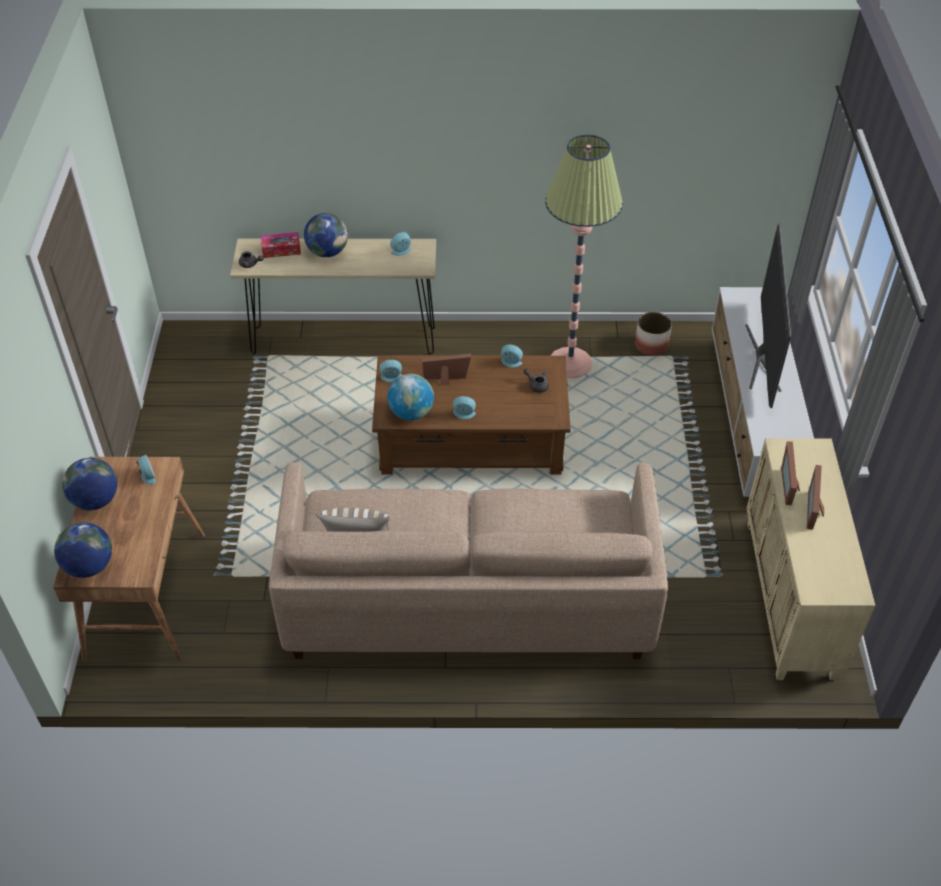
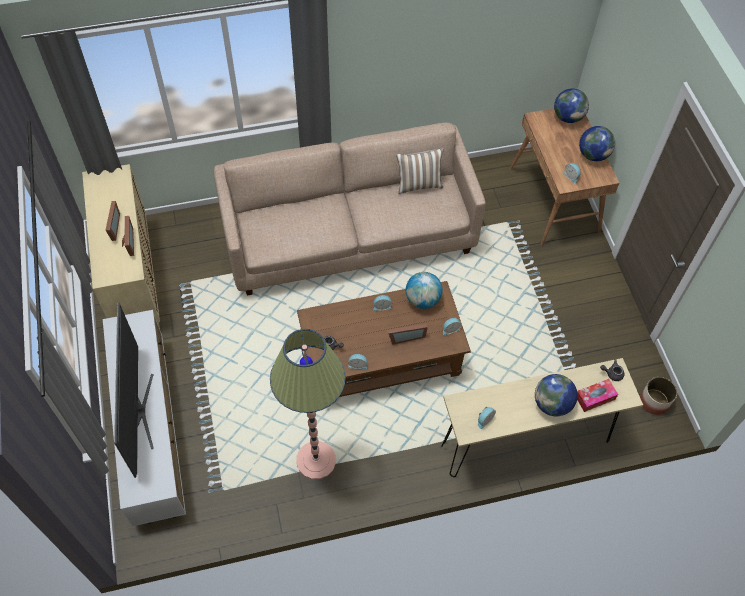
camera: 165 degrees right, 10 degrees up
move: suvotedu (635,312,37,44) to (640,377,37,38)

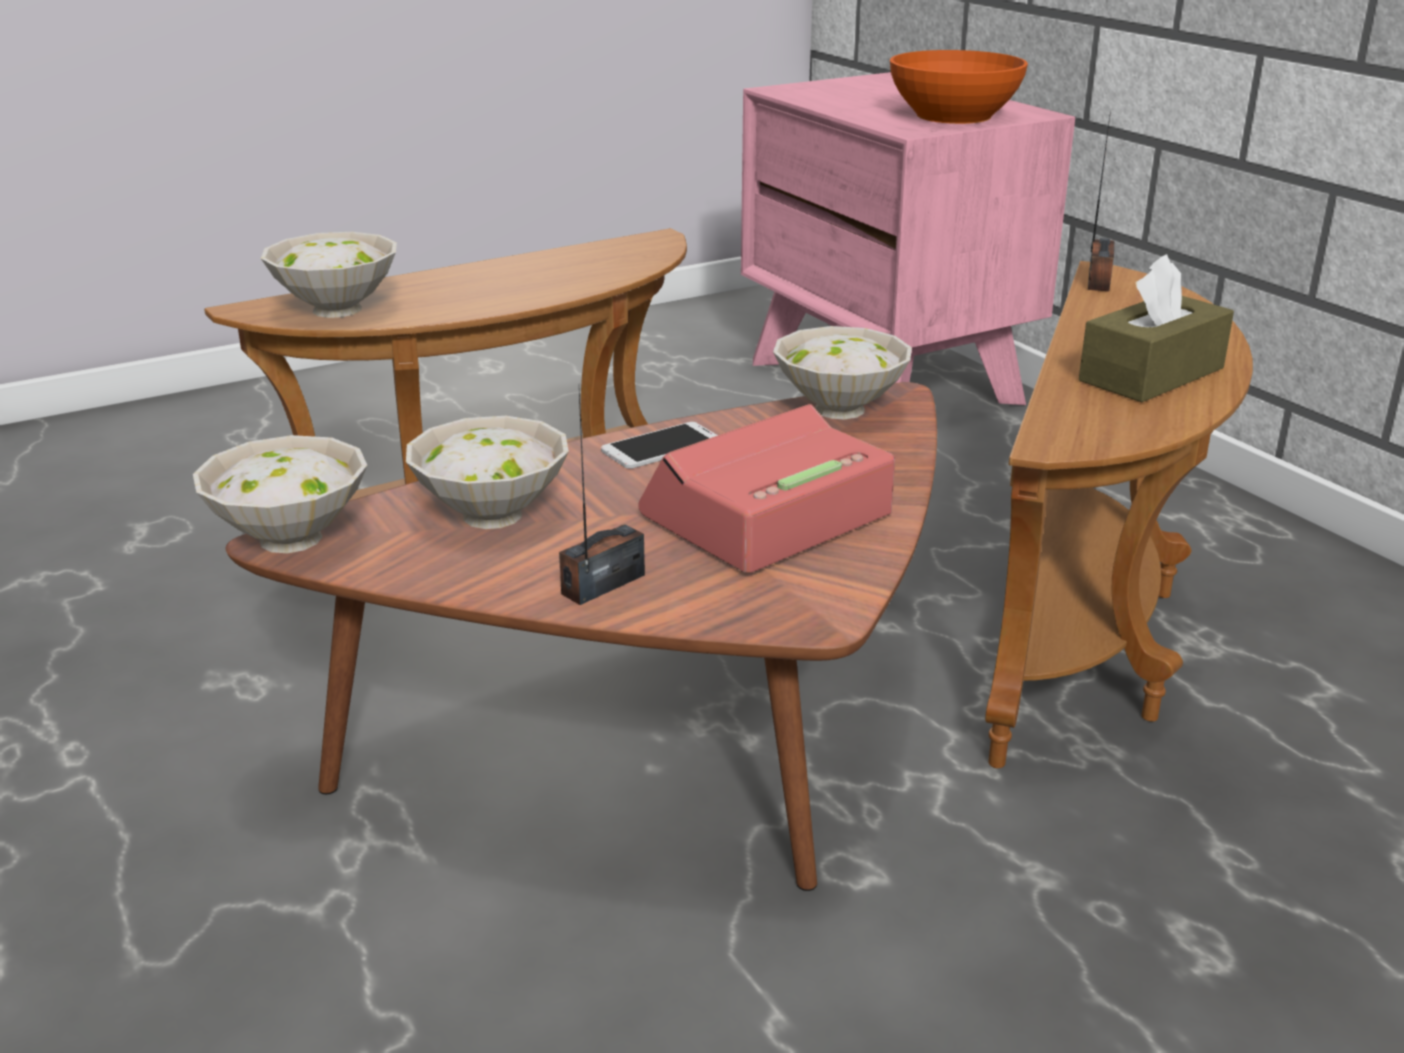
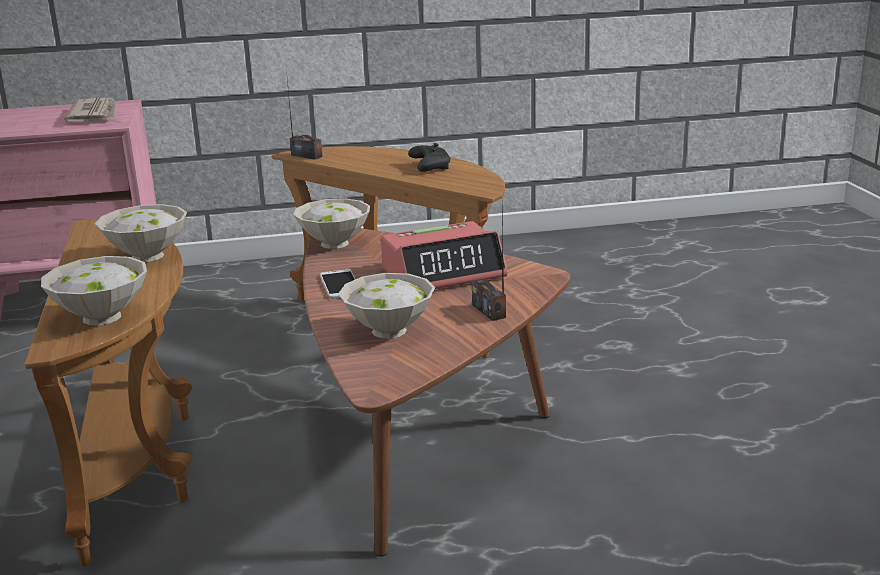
camera: 70 degrees left, 5 degrees down
move: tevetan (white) (193,435,174,118) to (95,204,92,58)
replace: tevetan (orange) (890,50,138,74) to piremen (64,98,53,23); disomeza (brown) (1079,254,155,148) to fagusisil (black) (408,143,42,29)
rotate: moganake (638,404,257,169) = (381,221,127,68) 90 degrees counterclockwise

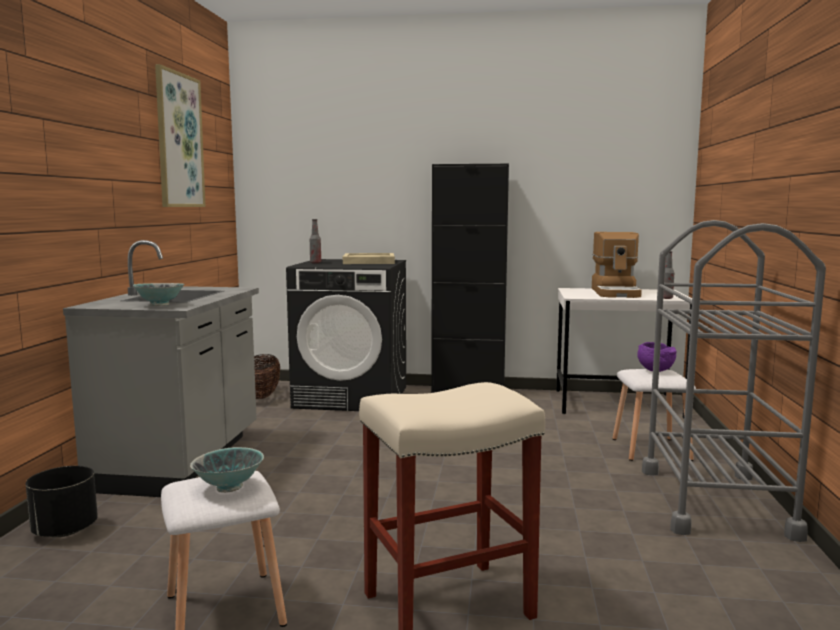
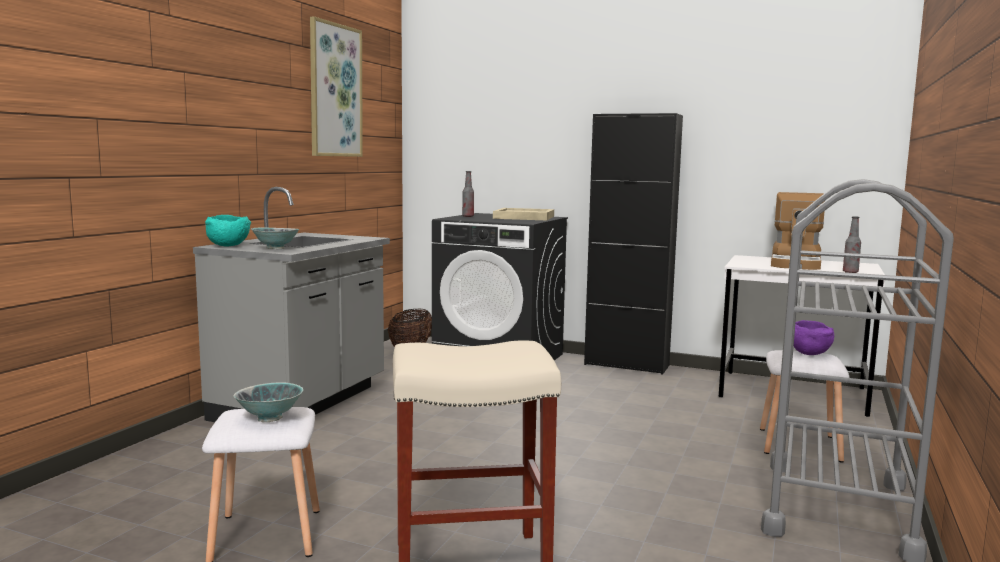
camera: 15 degrees right, 0 degrees up
delete: suvotedu (black) (26,466,72,71)
insert: tevetan (turquoise) (205,215,46,32)

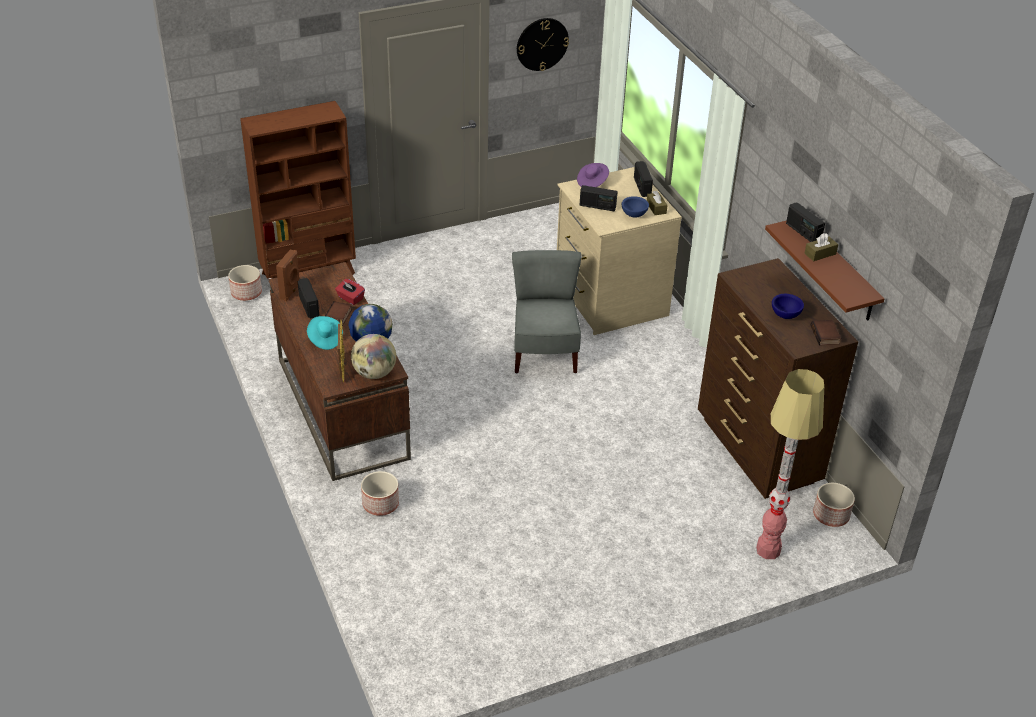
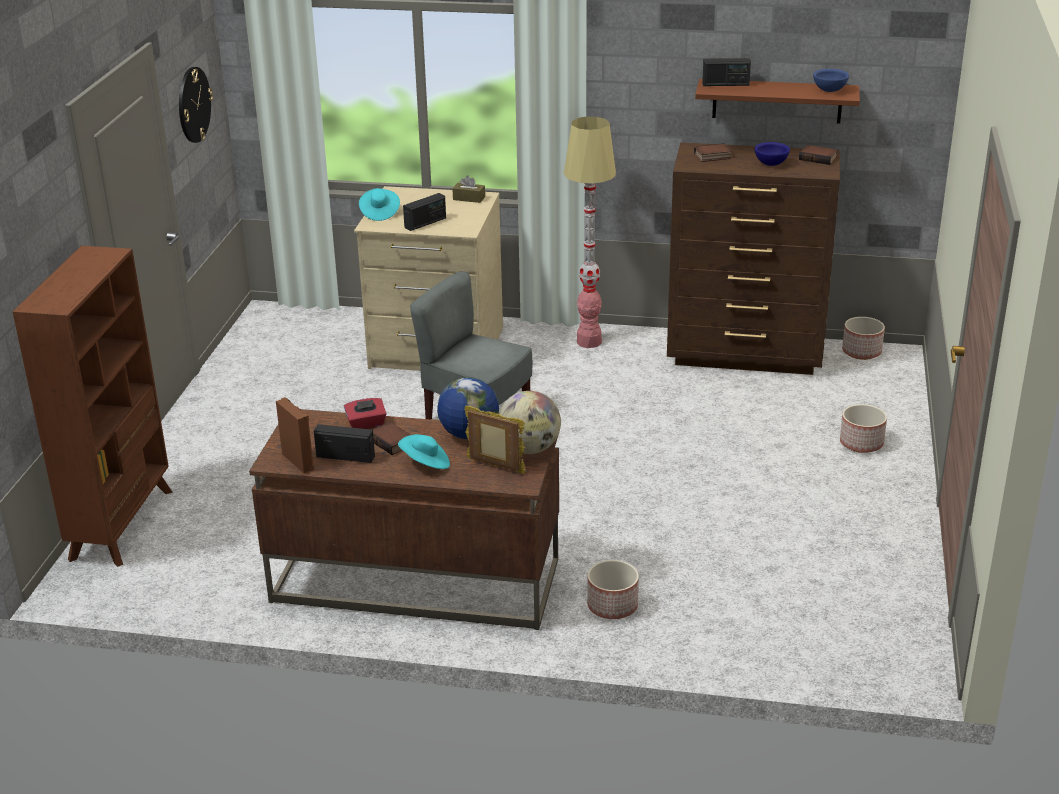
camera: 55 degrees left, 10 degrees down
delete: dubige (634,161,19,36); disomeza (brown) (804,233,34,28)
insert: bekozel (694,143,38,19)
move: suvotedu (228,265,34,36) to (840,404,47,49); tevetan (blue) (622,196,27,22) to (813,69,36,23); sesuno (756,369,68,190) to (564,117,52,231)
recolor: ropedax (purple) (577,163,32,24) to ropedax (turquoise) (359,188,41,33)

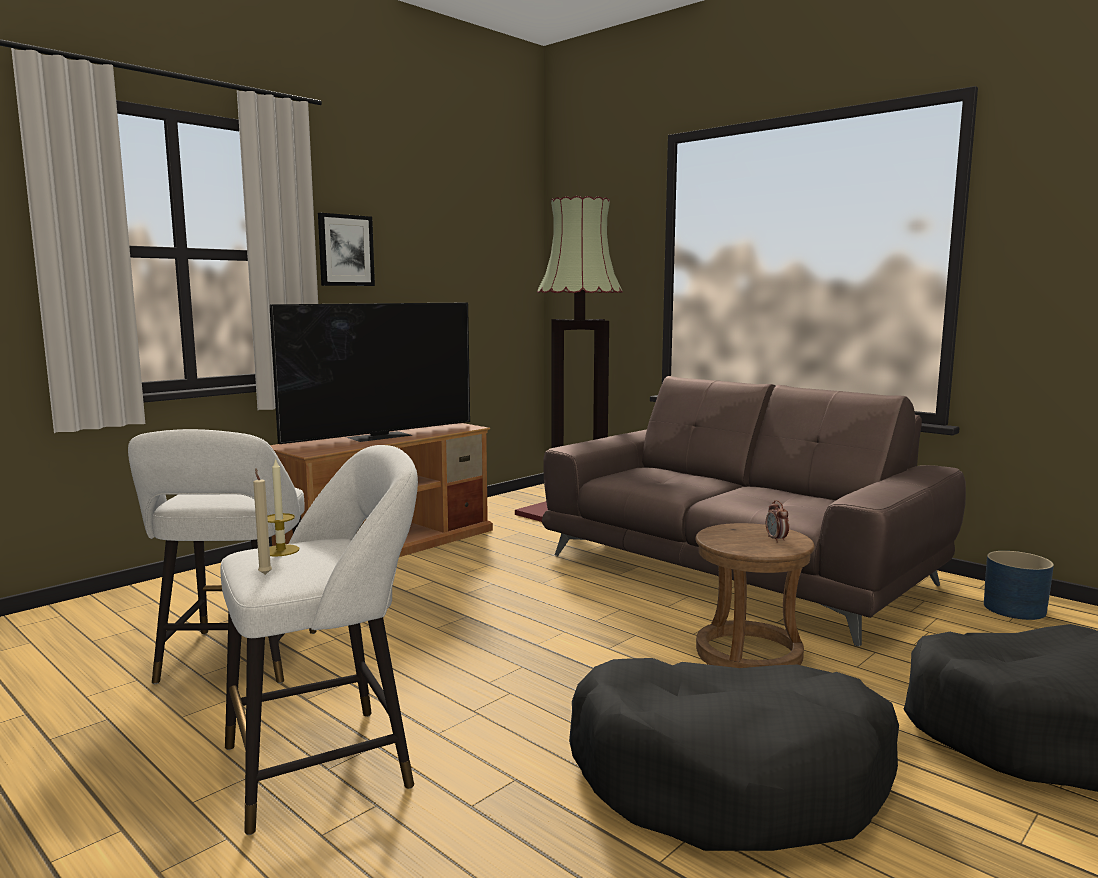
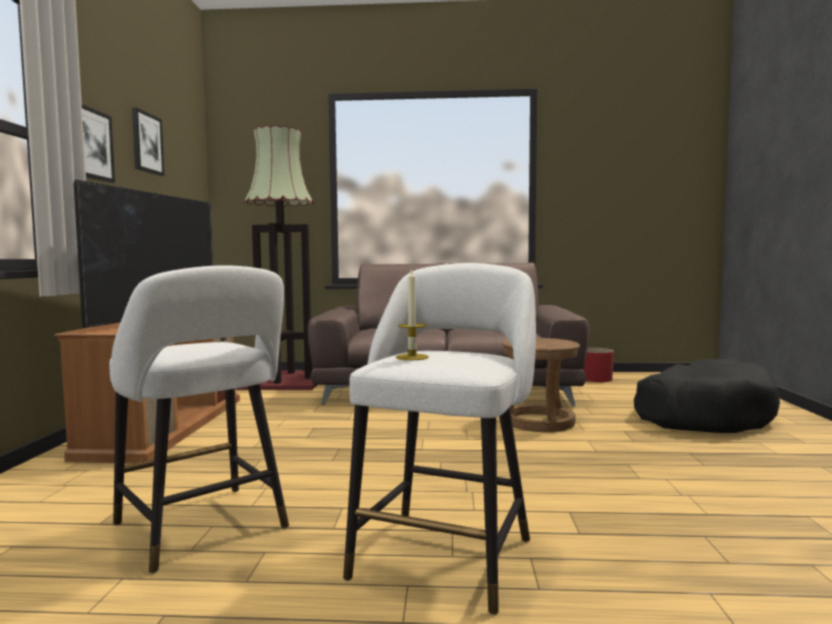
camera: 40 degrees left, 5 degrees down
delete: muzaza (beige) (253,468,19,107); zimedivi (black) (569,658,330,193); moganake (766,500,23,43)
insert: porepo (132,107,32,69)
recolor: suvotedu (blue) (984,551,70,69) to suvotedu (red) (583,348,31,34)

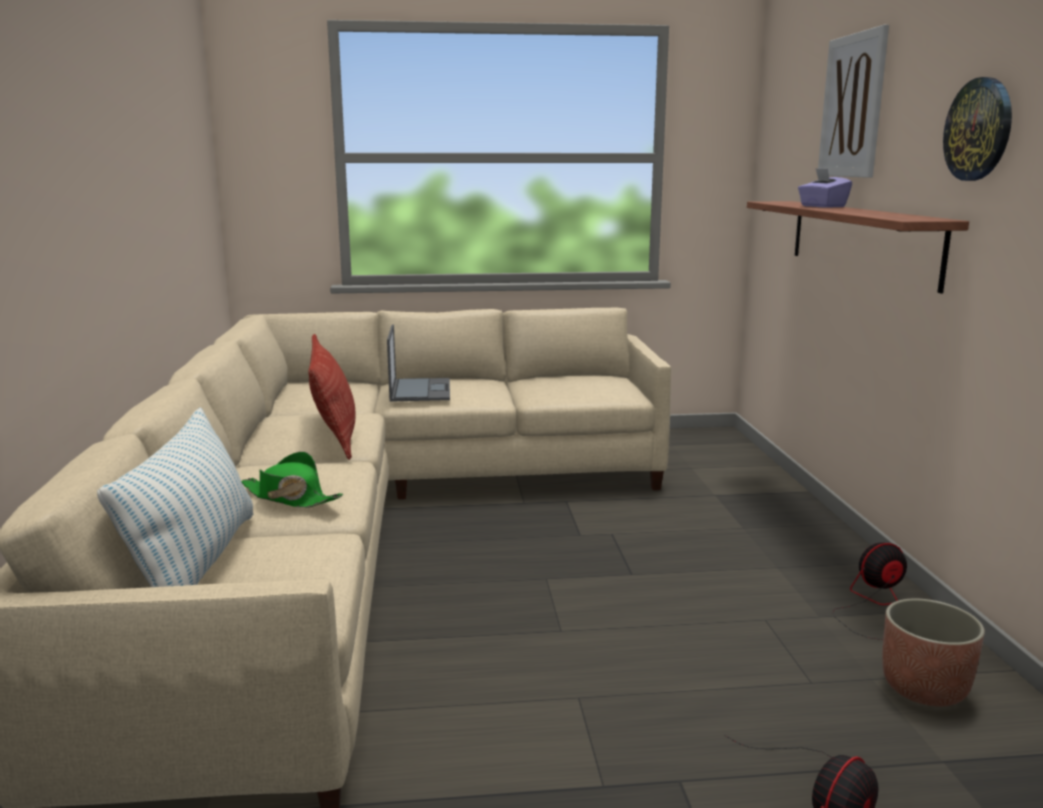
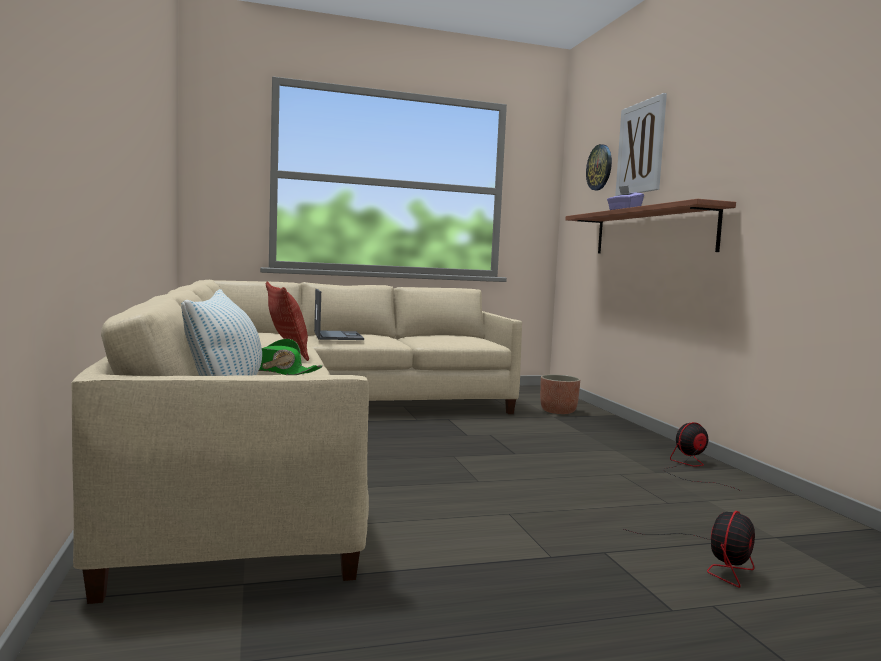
camera: 10 degrees left, 10 degrees down
move: suvotedu (882,598,103,108) to (540,374,40,40); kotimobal (943,77,69,104) to (586,144,26,46)

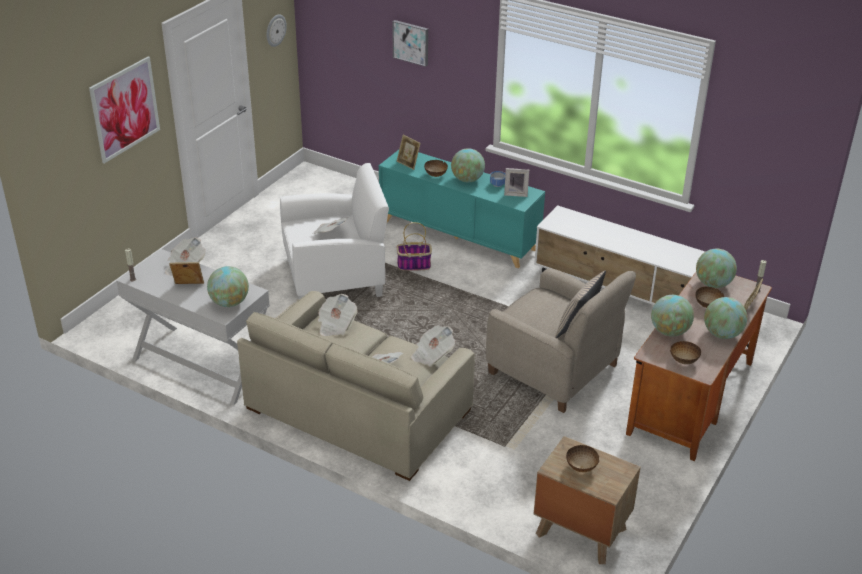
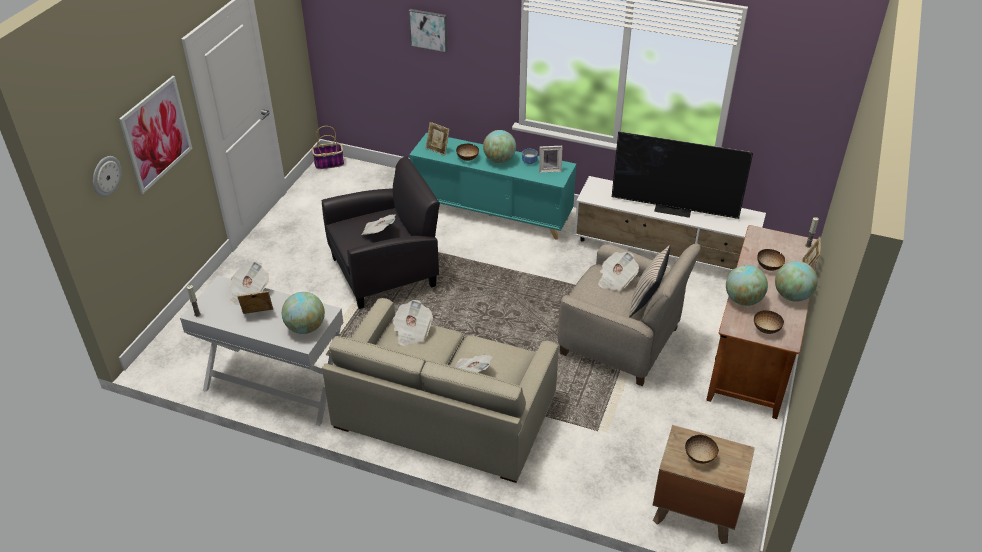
camera: 10 degrees left, 5 degrees up
delete: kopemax (696,249,41,39)
insert: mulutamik (612,131,141,88)
move: kotimobal (266,14,21,33) to (93,156,29,41); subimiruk (397,222,35,49) to (312,126,32,43); piremen (411,326,44,41) to (598,252,41,39)
recolor: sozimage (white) (280,163,109,137) to sozimage (black) (322,156,118,153)

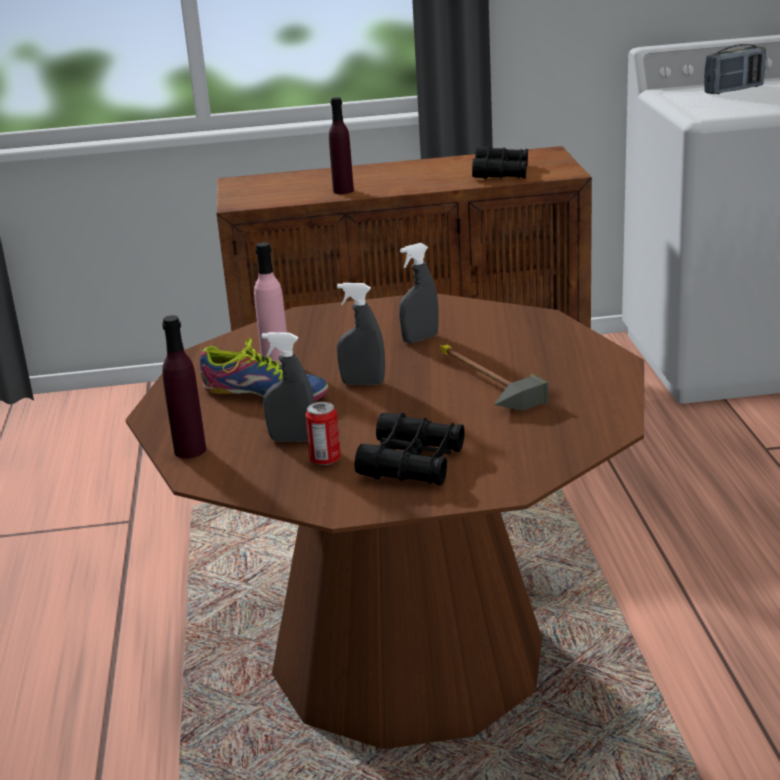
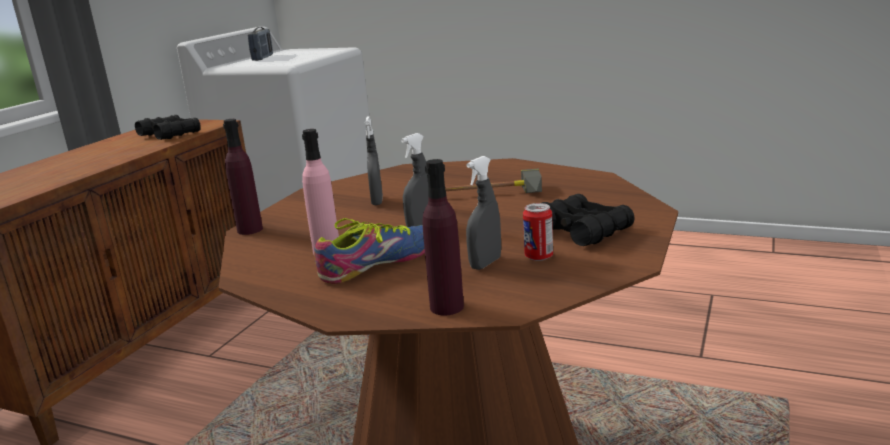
camera: 60 degrees left, 5 degrees down
move: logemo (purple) (329,97,25,97) to (223,119,40,116)

